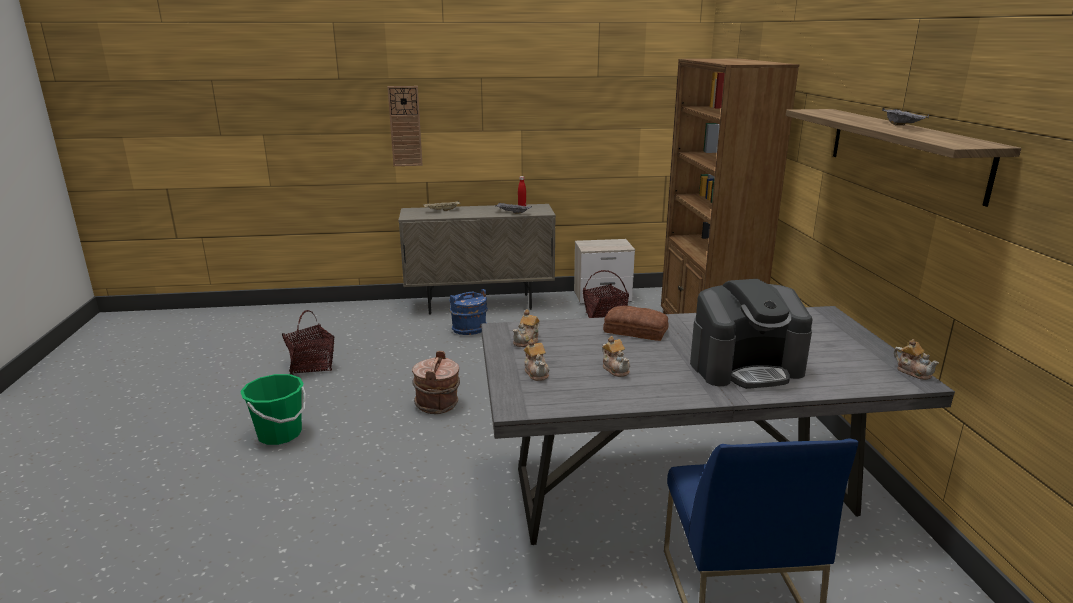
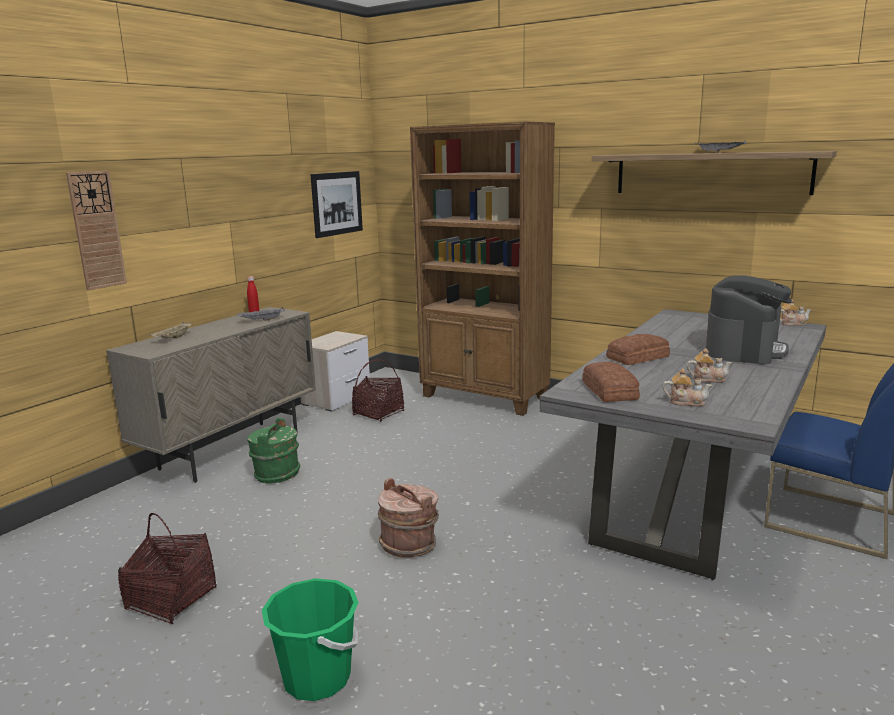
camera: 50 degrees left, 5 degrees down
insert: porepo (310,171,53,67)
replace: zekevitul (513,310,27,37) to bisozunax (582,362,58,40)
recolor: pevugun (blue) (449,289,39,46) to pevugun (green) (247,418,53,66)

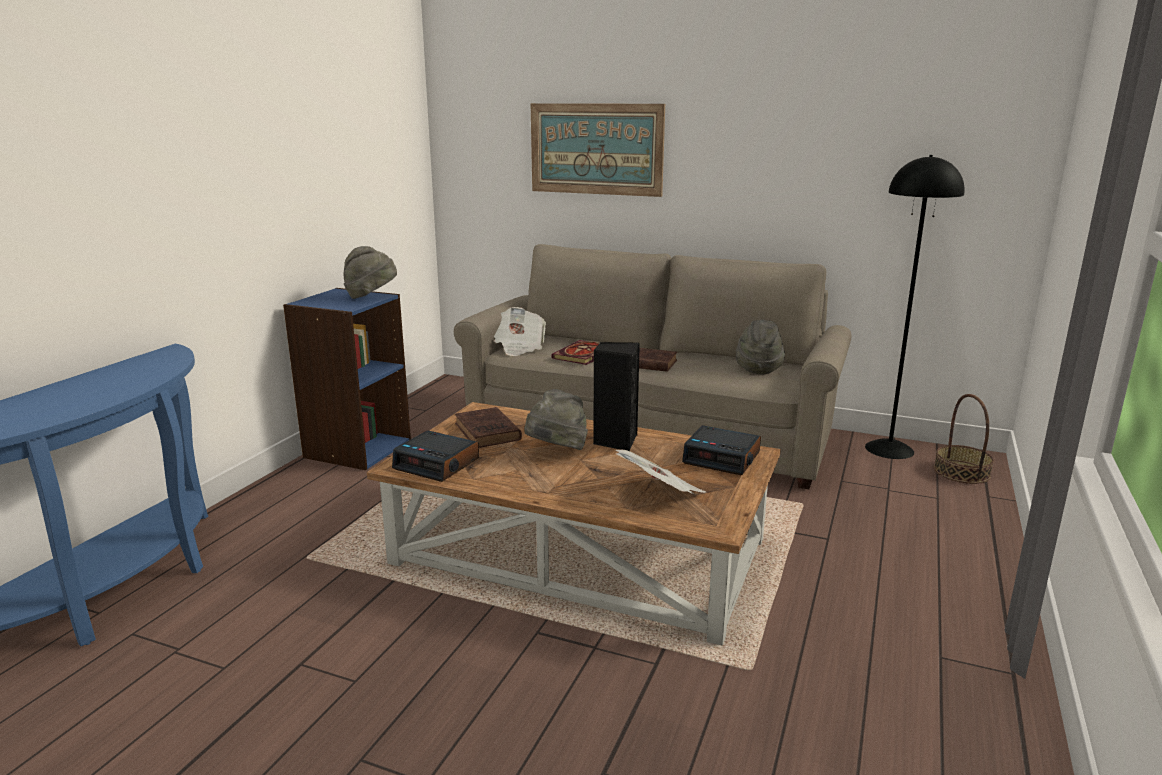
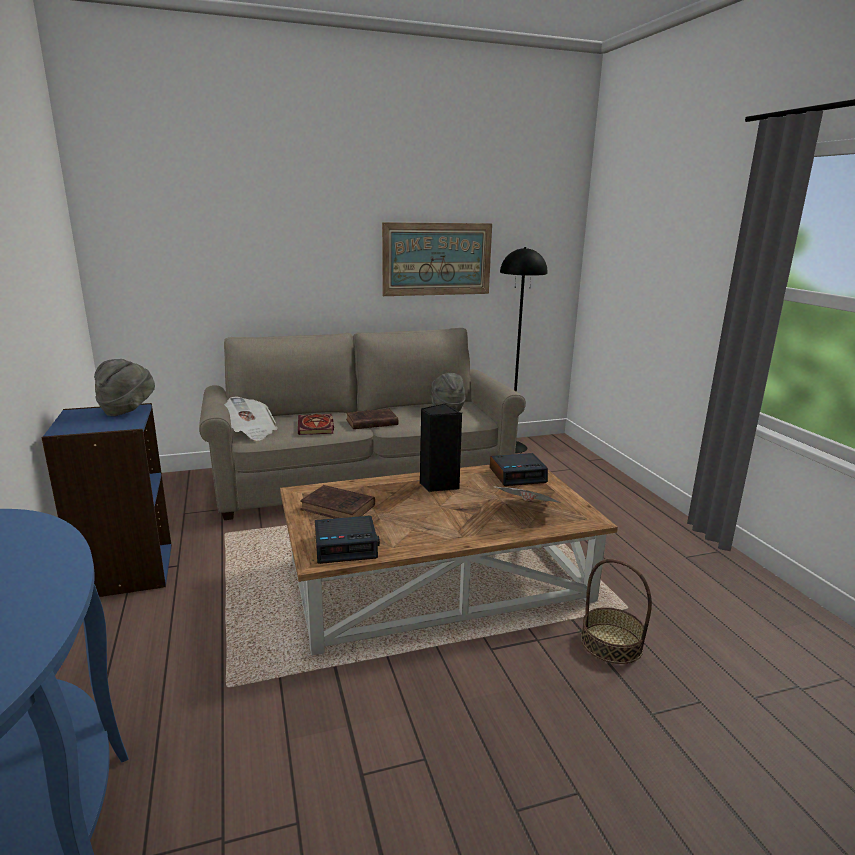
camera: 40 degrees left, 0 degrees up
delete: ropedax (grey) (524,389,64,61)
move: porepo (531,103,134,94) to (382,222,110,74); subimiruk (934,394,60,90) to (581,559,71,105)

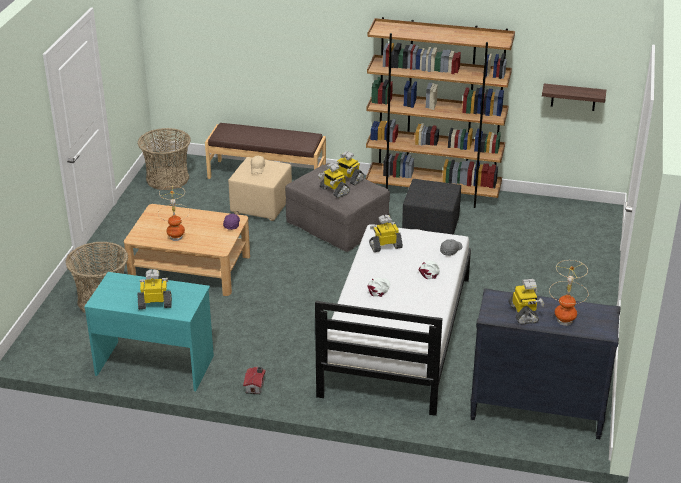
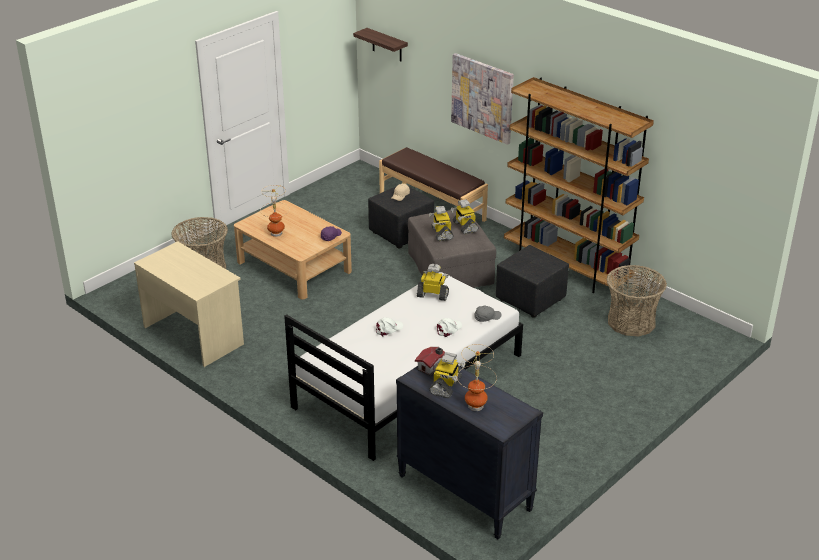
camera: 30 degrees right, 0 degrees up
delete: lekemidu (137,269,35,41)
insert: porepo (451,53,63,92)
move: subimiruk (138,128,53,62) to (607,265,60,71); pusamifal (243,366,23,28) to (415,347,30,29); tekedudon (542,83,64,28) to (353,28,55,33)
recolor: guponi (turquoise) (84,272,130,119) to guponi (beige) (134,241,110,126); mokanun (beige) (228,157,64,64) to mokanun (black) (368,186,66,63)

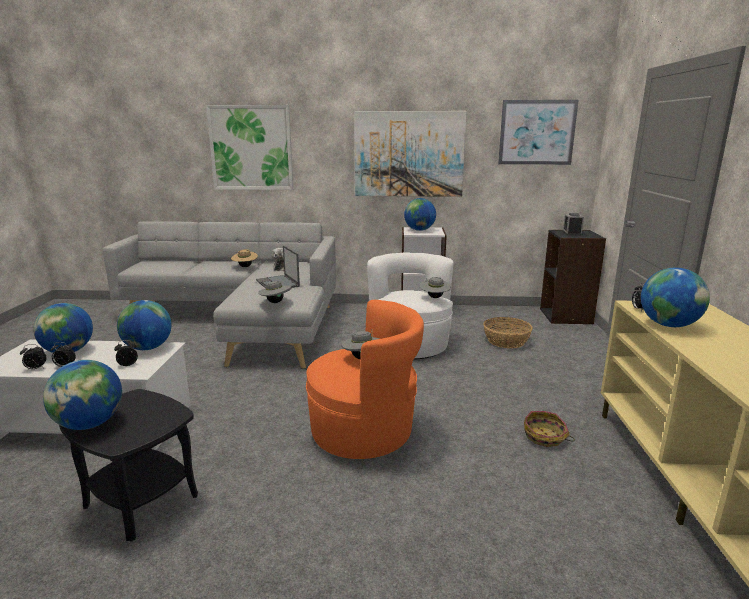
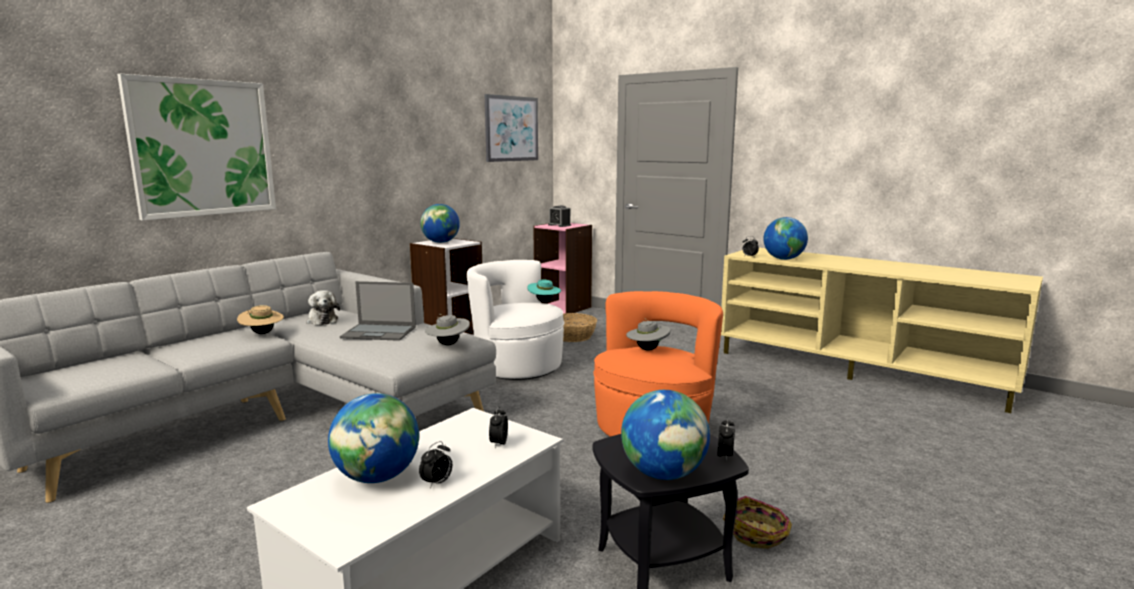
camera: 55 degrees left, 5 degrees down
delete: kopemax (117,300,55,50); porepo (354,111,113,86)
move: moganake (20,344,27,26) to (717,417,18,44); subimiruk (524,411,51,36) to (723,496,69,53)
recolor: ropedax (grey) (420,277,31,21) to ropedax (turquoise) (527,279,34,24); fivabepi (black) (540,230,66,94) to fivabepi (pink) (533,223,59,92)

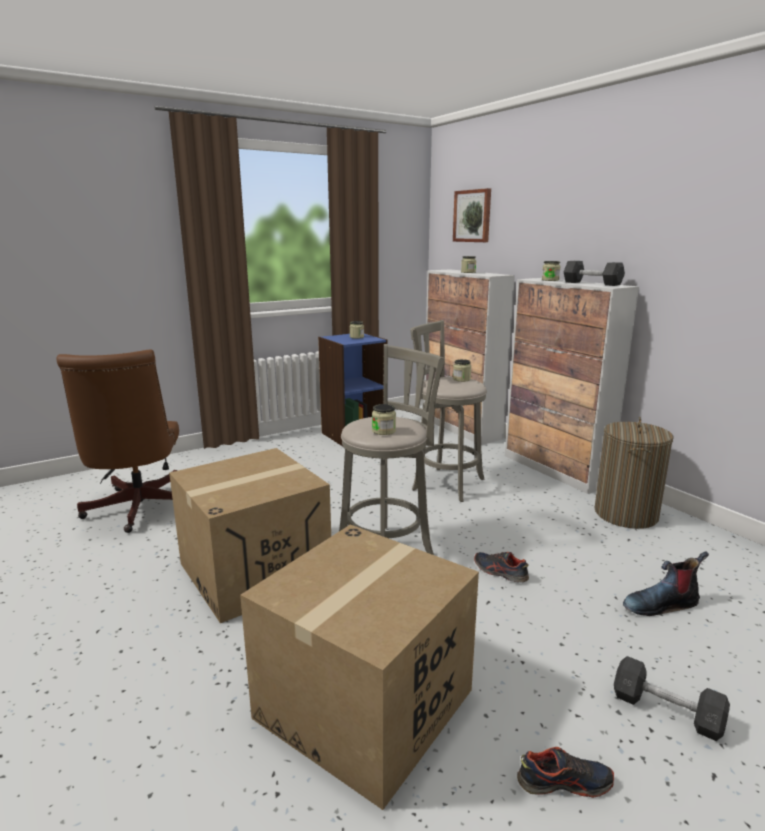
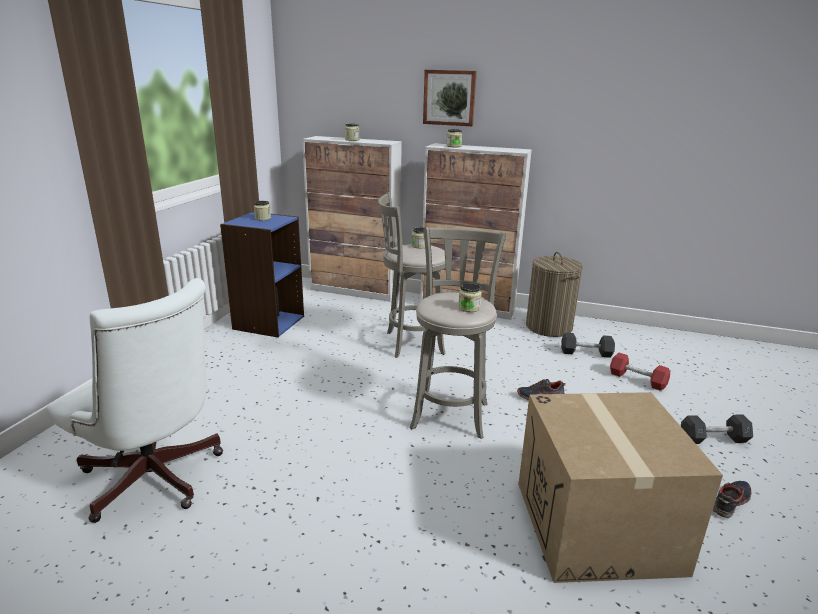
camera: 40 degrees left, 5 degrees up
delete: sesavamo (169,448,162,175)
move: porepo (453,188,38,54) to (423,70,54,56); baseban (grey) (564,261,61,25) to (561,332,54,26)
replace: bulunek (623,551,86,65) to baseban (red) (610,353,60,38)
recolor: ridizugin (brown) (57,349,122,184) to ridizugin (white) (46,278,177,245)

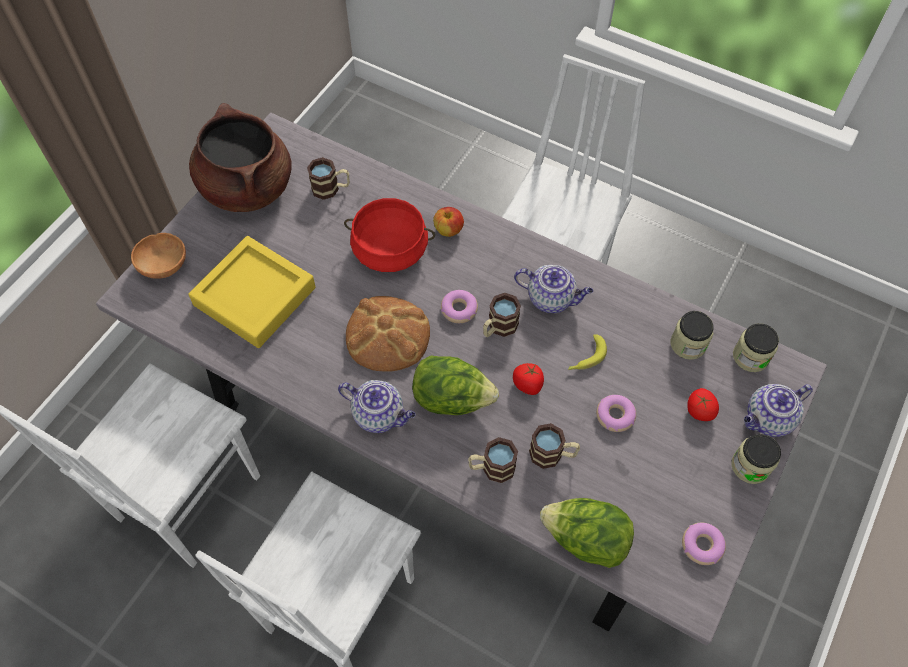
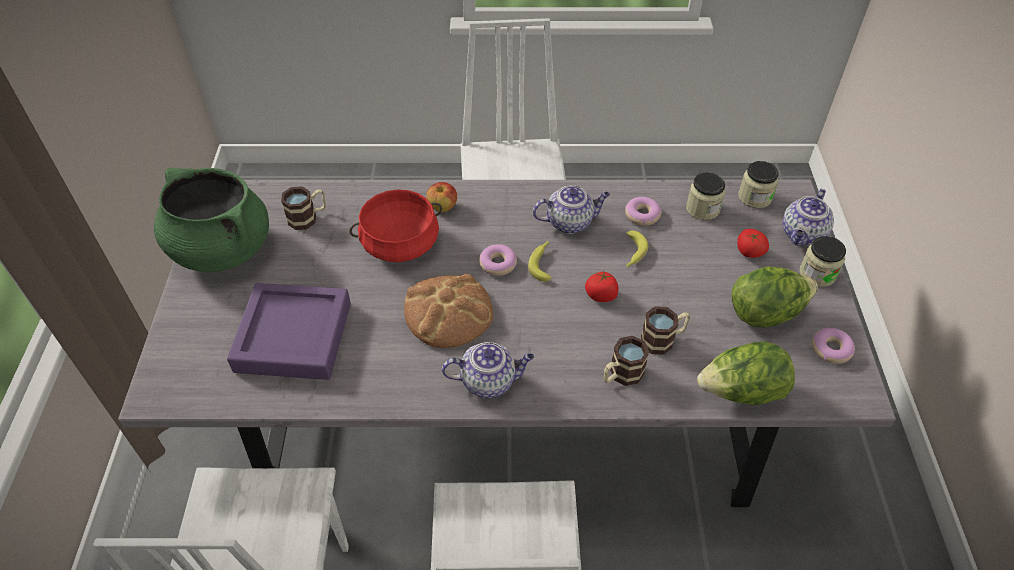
camera: 30 degrees left, 10 degrees down
delete: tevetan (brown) (131,233,55,46)
move: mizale (412,355,87,60) to (731,266,87,62); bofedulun (596,395,40,37) to (625,197,37,29)
replace: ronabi (483,293,38,44) to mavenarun (528,241,24,41)
recolor: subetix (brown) (189,103,103,109) to subetix (green) (154,168,115,104); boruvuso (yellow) (189,236,127,112) to boruvuso (purple) (227,283,124,97)

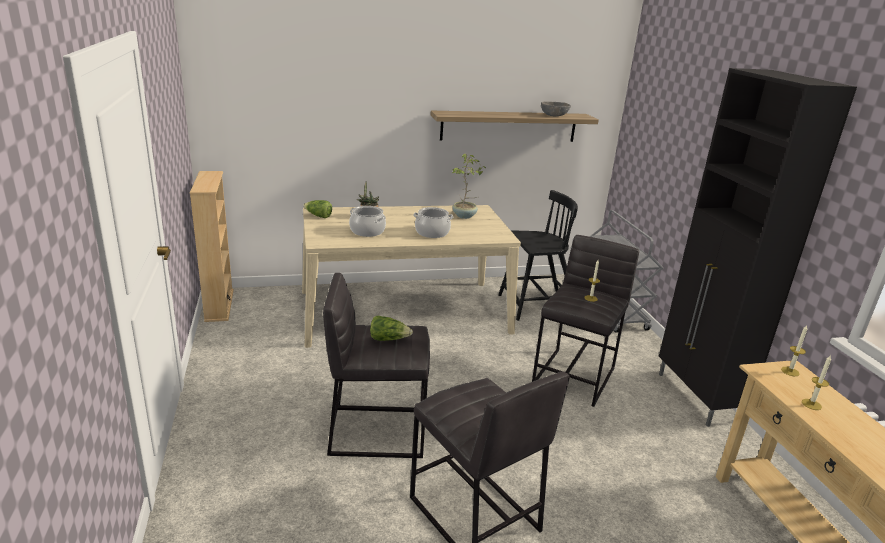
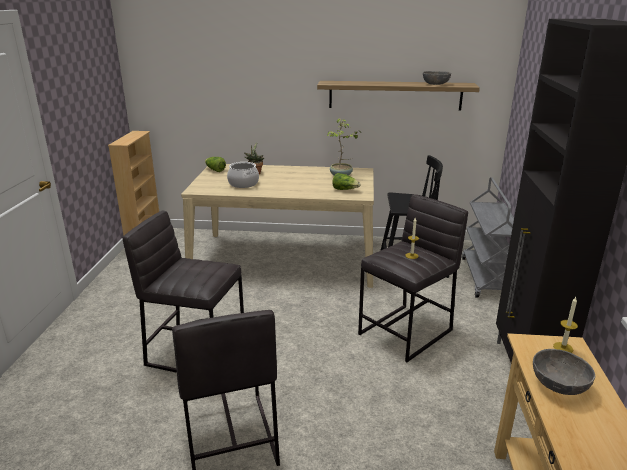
camera: 20 degrees right, 0 degrees up
delete: subetix (413,207,40,31)
move: mizale (370,315,43,26) to (332,173,28,17)
replace: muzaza (802,355,29,55) to tevetan (grey) (533,349,62,46)

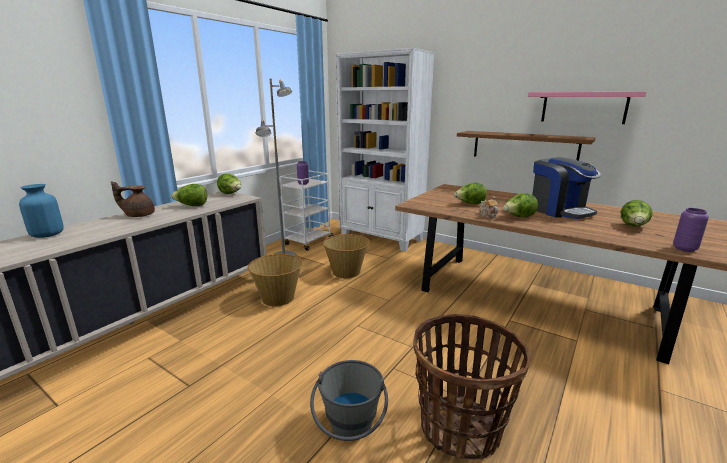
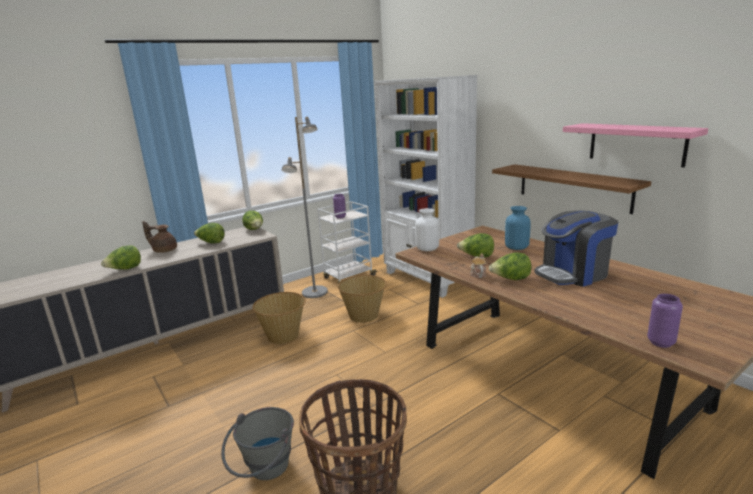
camera: 20 degrees right, 0 degrees up
insert: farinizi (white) (415,208,24,43)
move: farinizi (blue) (19,184,45,54) to (505,206,26,44); mizale (621,200,32,26) to (101,245,40,24)
rotate: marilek (532,157,69,62) = (534,210,84,77) 75 degrees clockwise

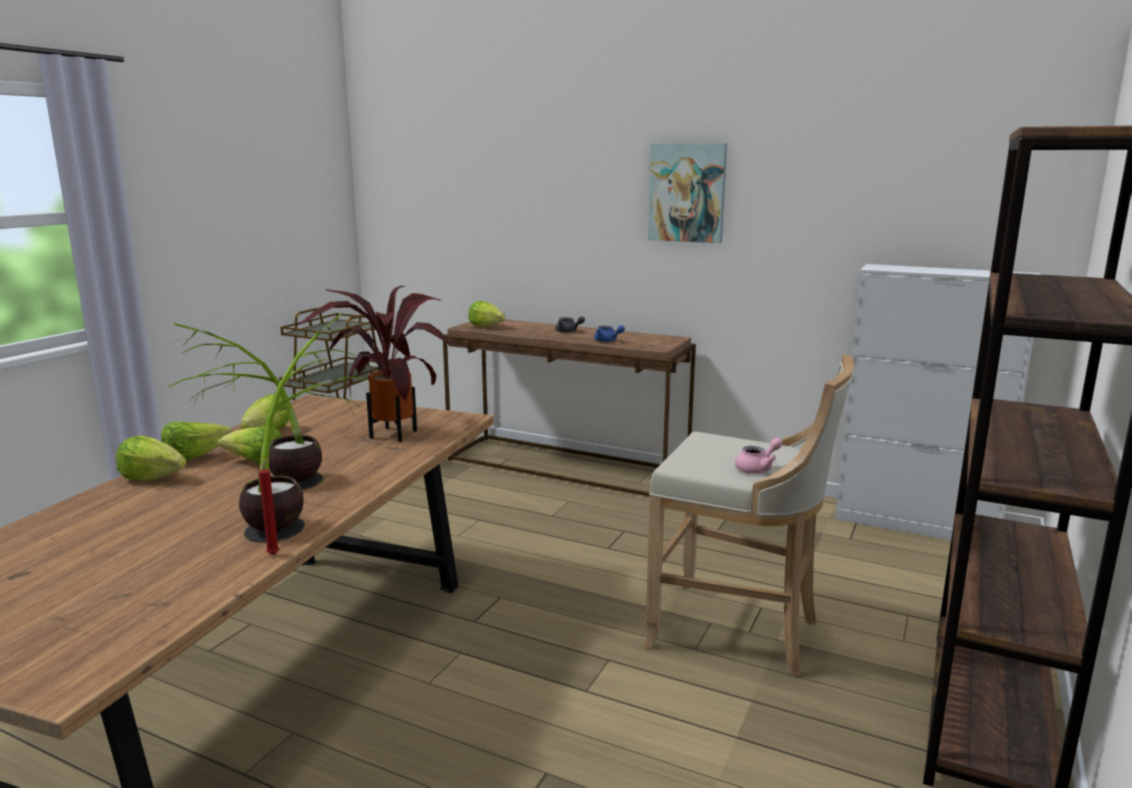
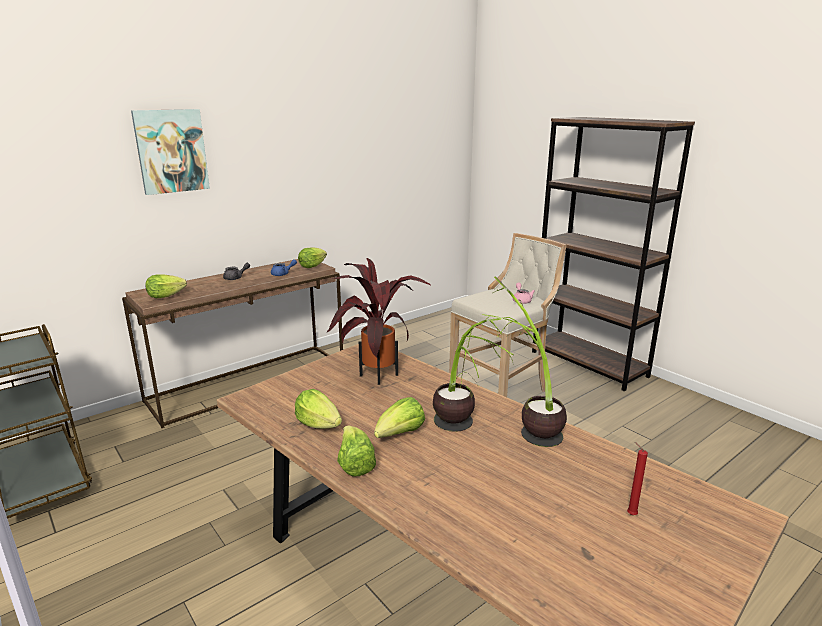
camera: 65 degrees left, 5 degrees up
delete: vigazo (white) (835,264,206,277)
move: mizale (116,436,70,45) to (298,247,29,21); muzaza (red) (259,458,20,97) to (627,442,21,73); porepo (648,143,79,100) to (131,109,79,86)

